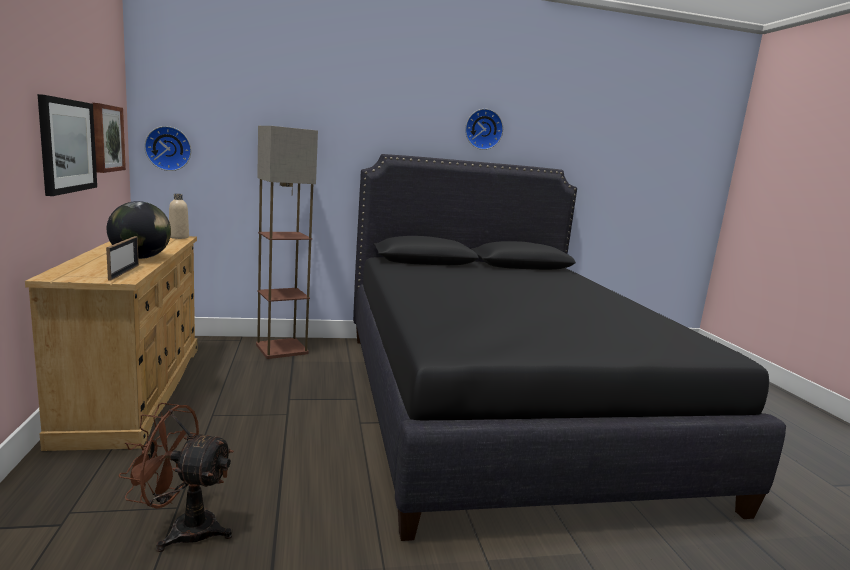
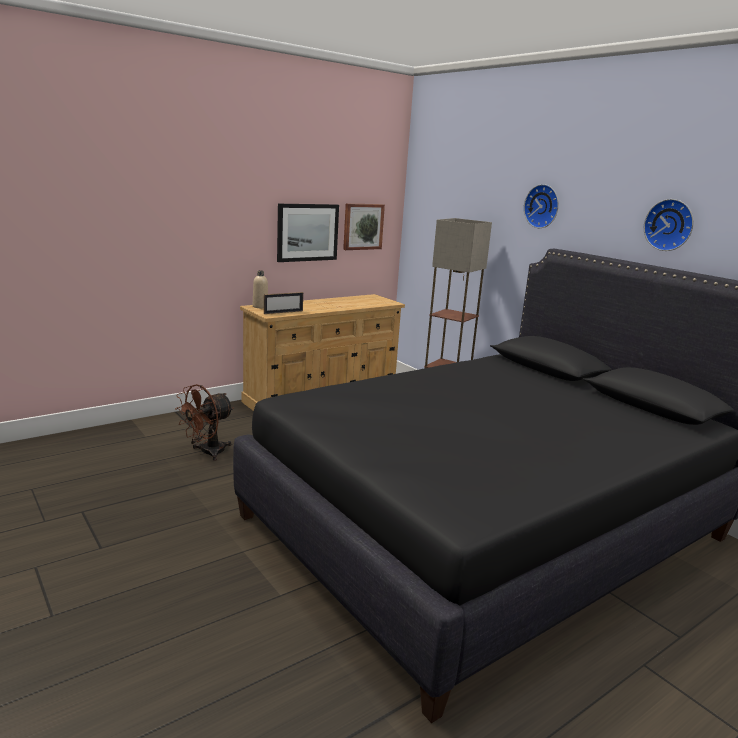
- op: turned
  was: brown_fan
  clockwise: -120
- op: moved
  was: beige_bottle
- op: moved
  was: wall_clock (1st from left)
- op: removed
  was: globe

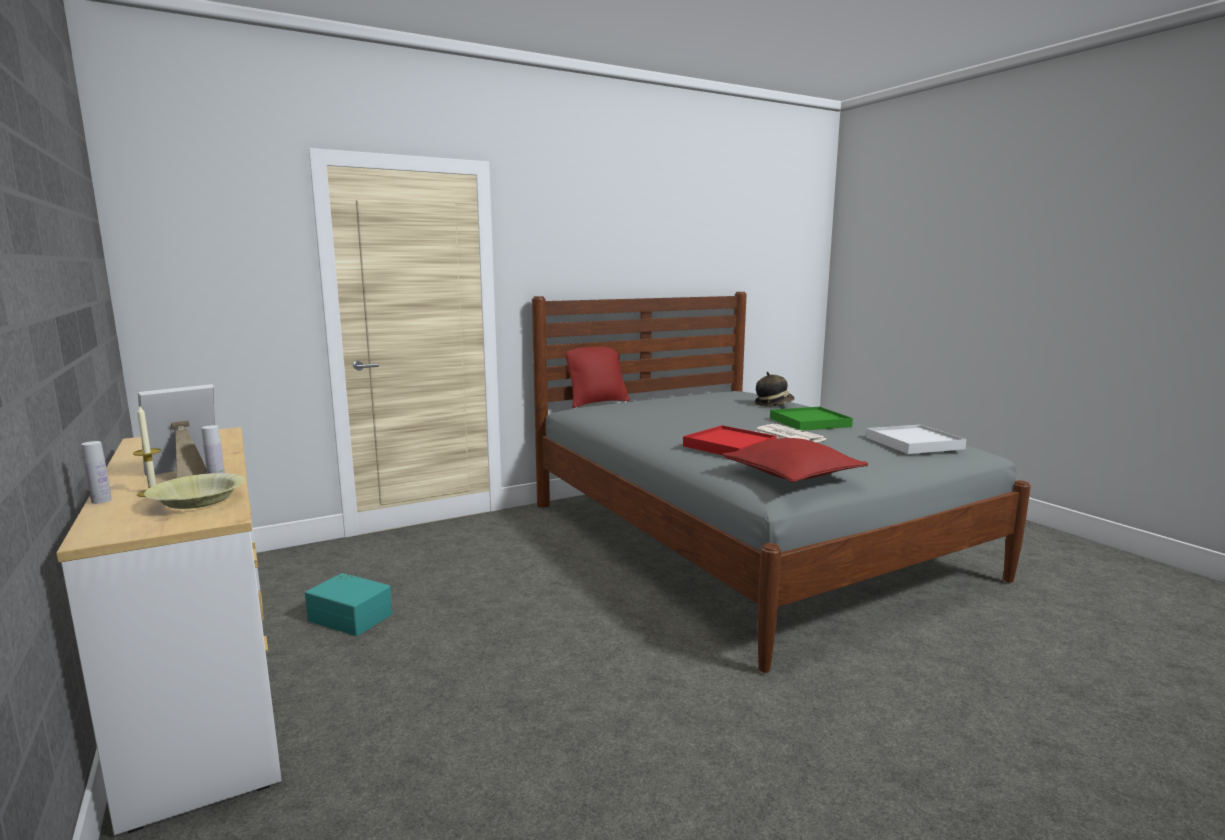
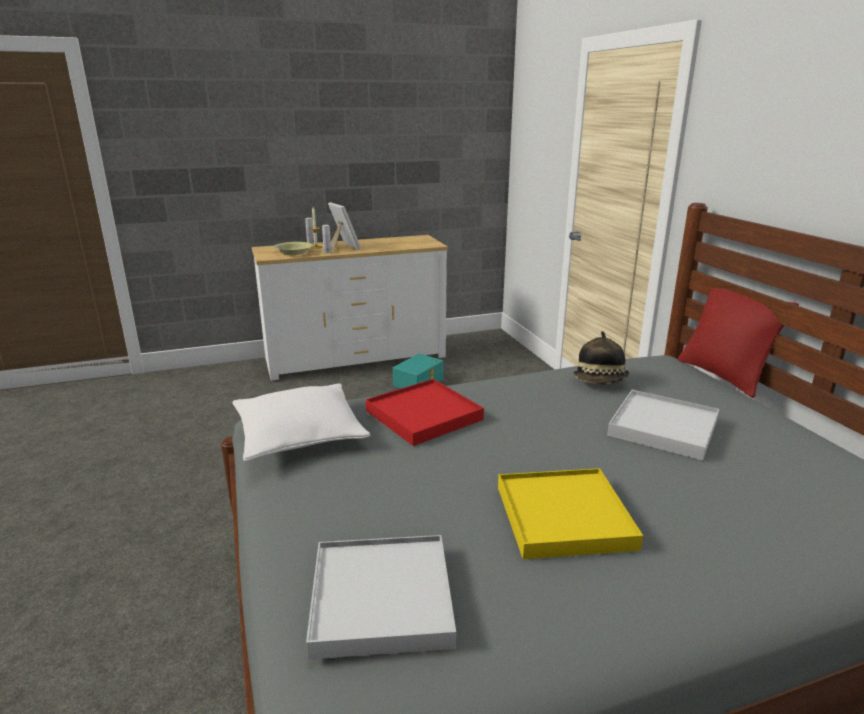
- op: recoloured
  was: red_pillow (2nd from left)
  now: white_pillow
- op: recoloured
  was: green_tray
  now: yellow_tray
- op: moved
  was: hat
- op: added
  now: white_tray (2nd from left)
- op: removed
  was: newspaper

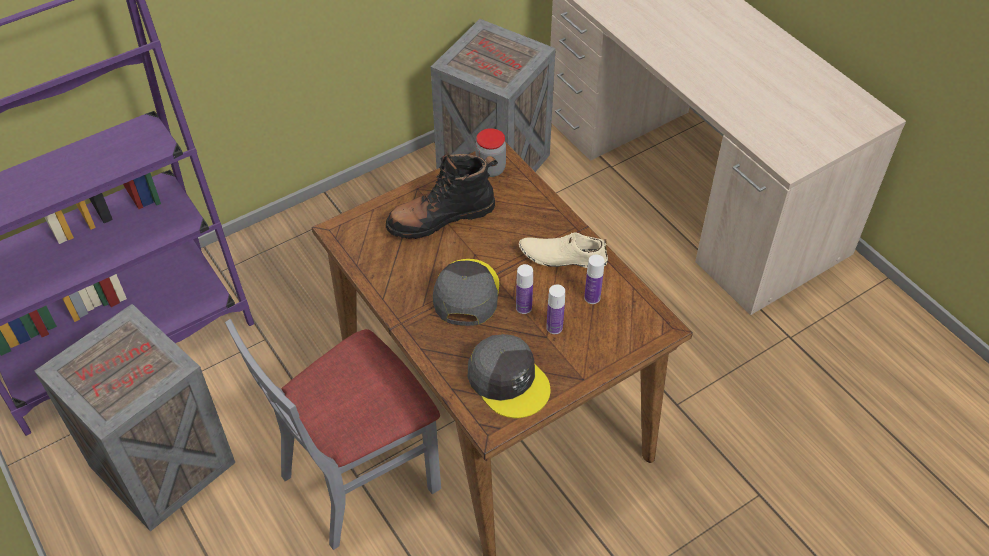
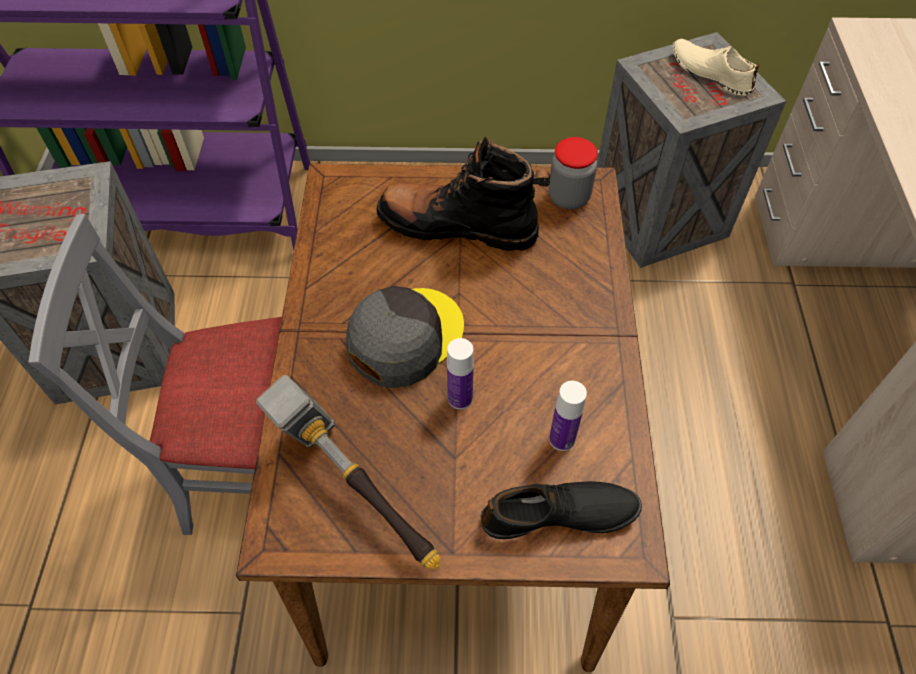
- op: replaced
  was: grey_cap (2nd from left)
  now: hammer
- op: added
  now: black_shoe
- op: moved
  was: beige_shoe
- op: removed
  was: bottle (2nd from left)

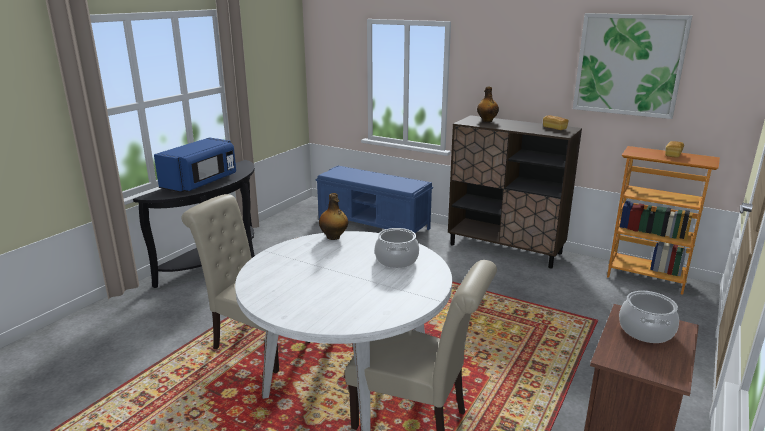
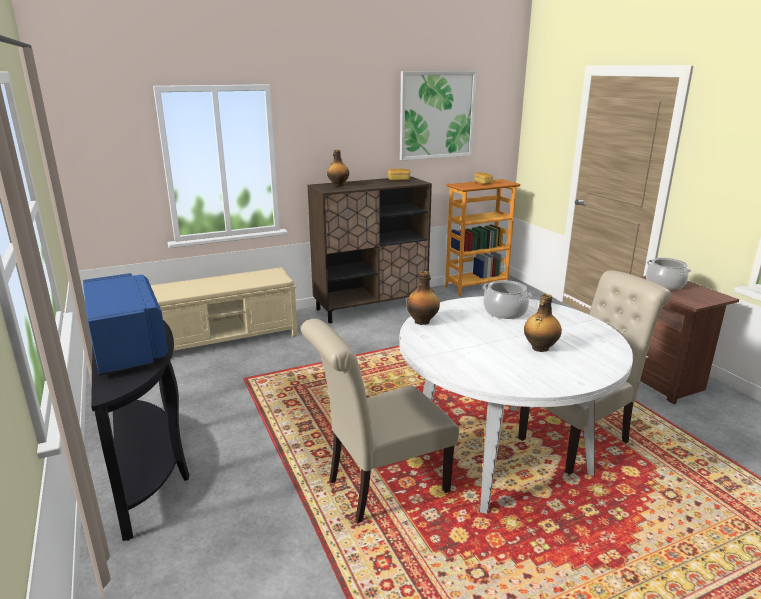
- op: recoloured
  was: blue_bench
  now: beige_bench
- op: added
  now: bottle (3rd from left)

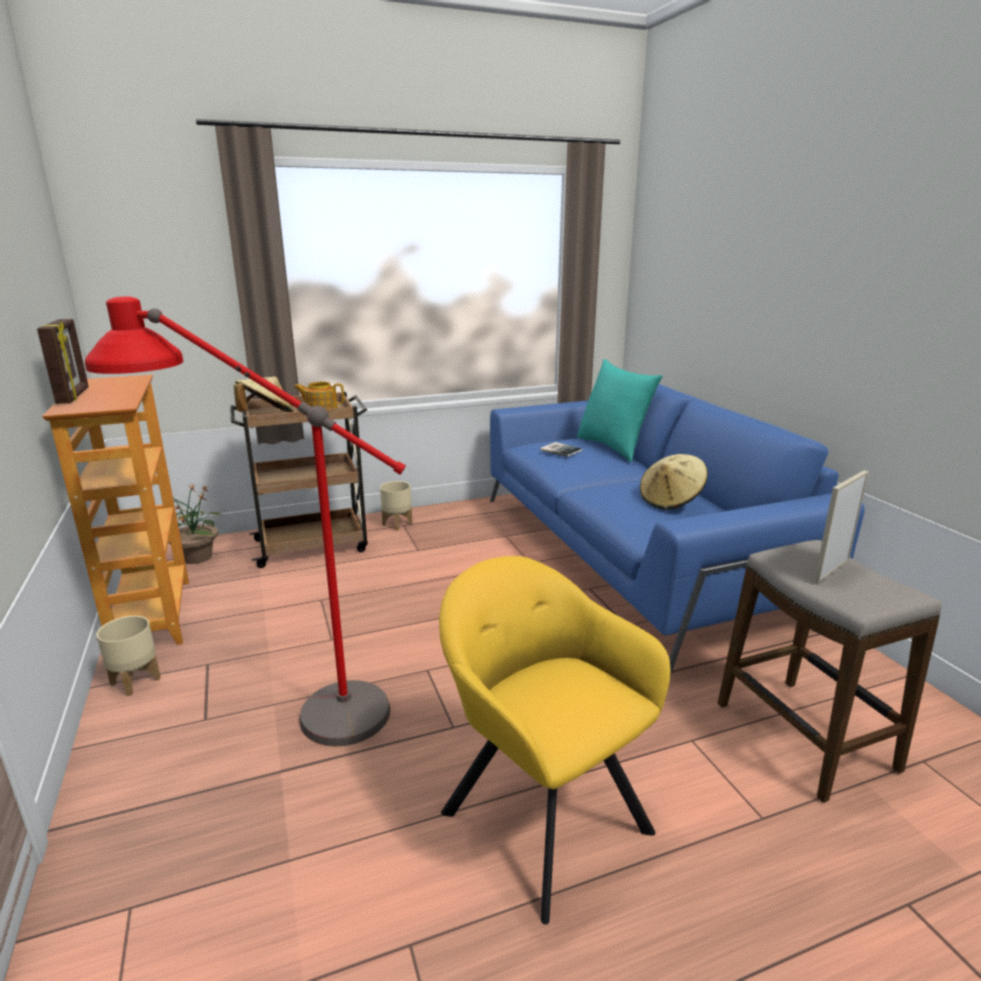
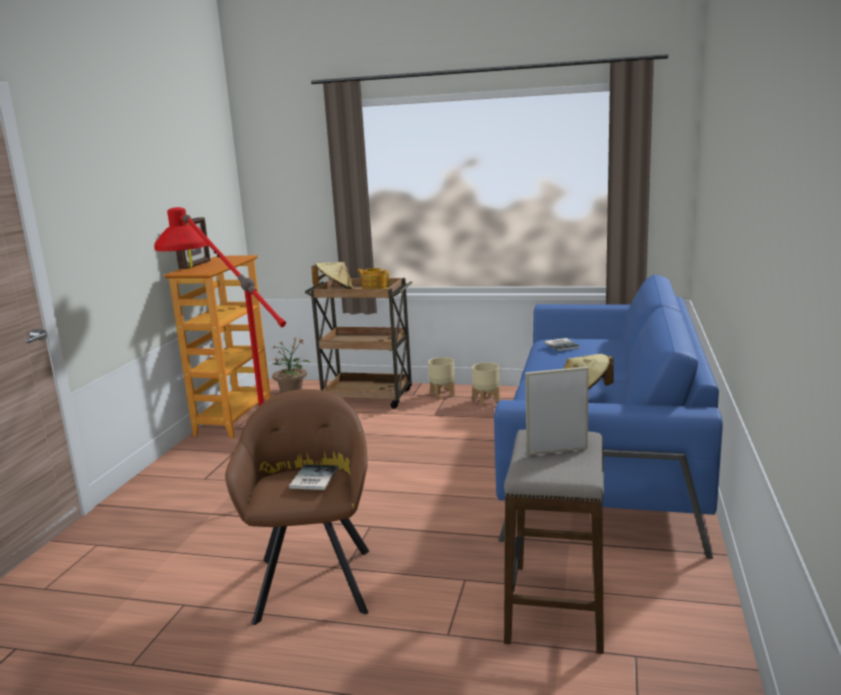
- op: recoloured
  was: yellow_armchair
  now: brown_armchair
- op: added
  now: book (1st from left)
- op: moved
  was: beige_planter (1st from left in the first image)
  now: beige_planter (2nd from left)
- op: removed
  was: turquoise_pillow

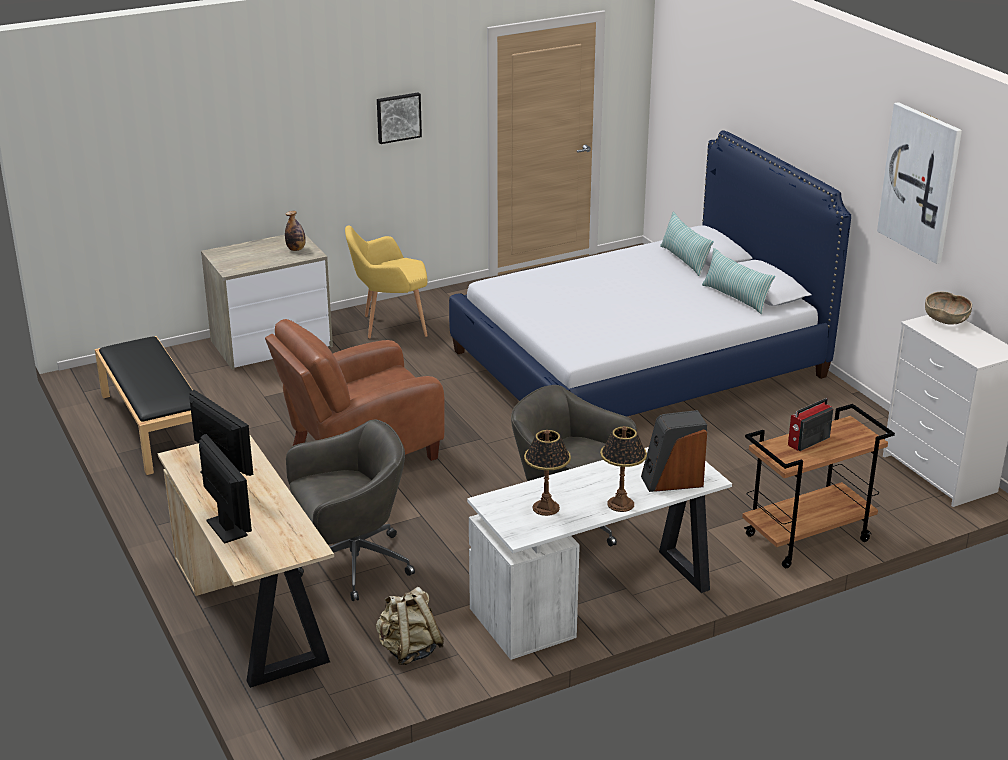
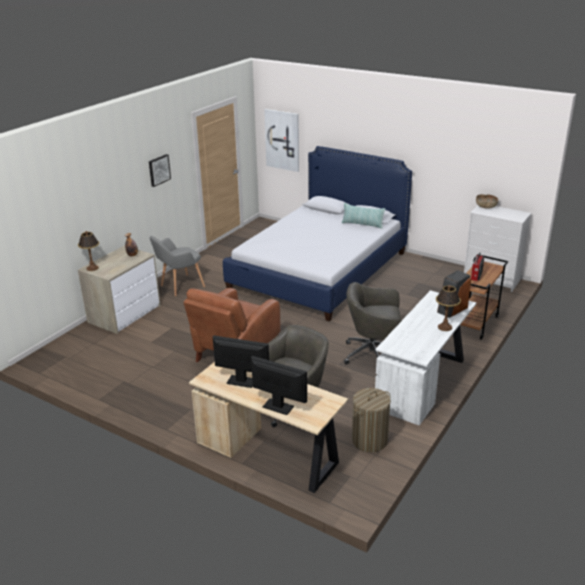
- op: moved
  was: table_lamp (1st from left)
- op: recoloured
  was: yellow_armchair
  now: grey_armchair
- op: moved
  was: picture (2nd from left)
- op: replaced
  was: beige_backpack
  now: laundry_basket
- op: removed
  was: black_bench
- op: removed
  was: pillow (1st from left)

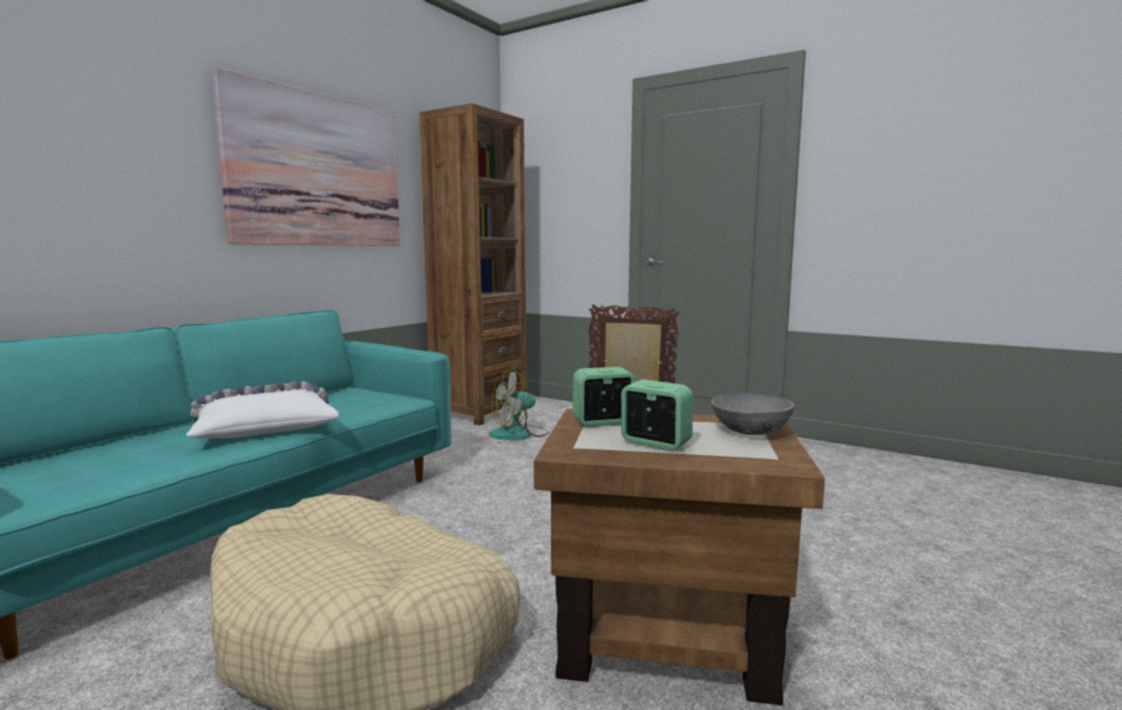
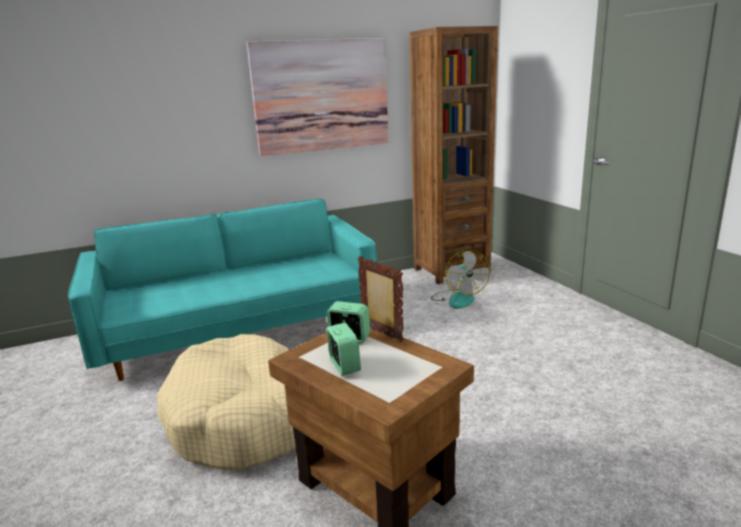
- op: turned
  was: fan
  clockwise: -105
- op: removed
  was: white_pillow
- op: removed
  was: grey_bowl

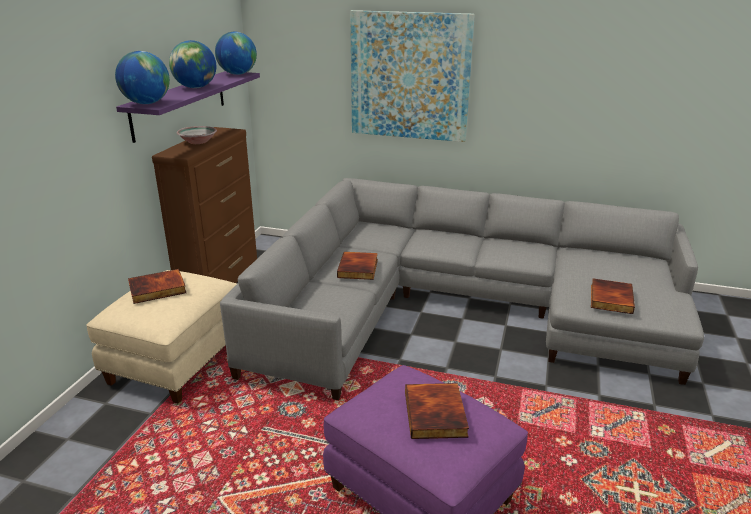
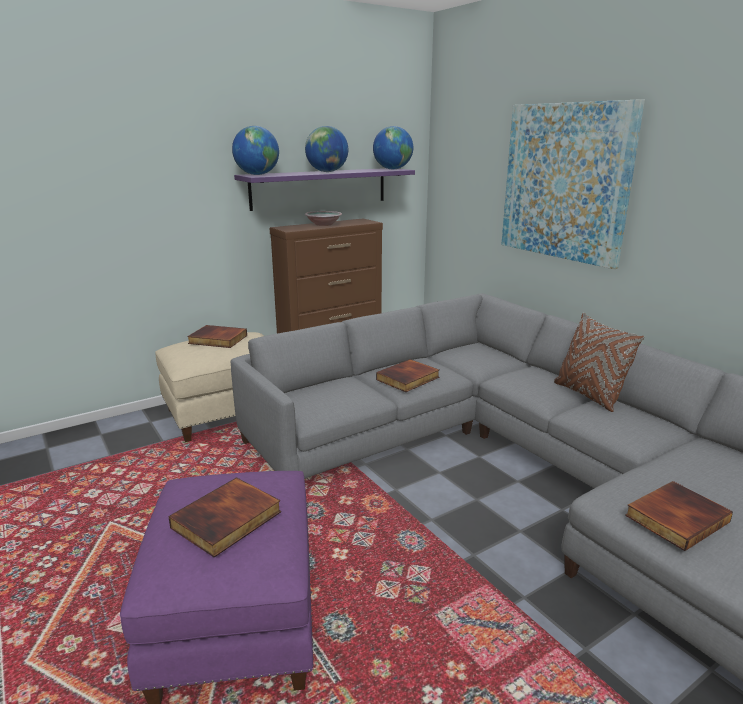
- op: added
  now: brown_pillow

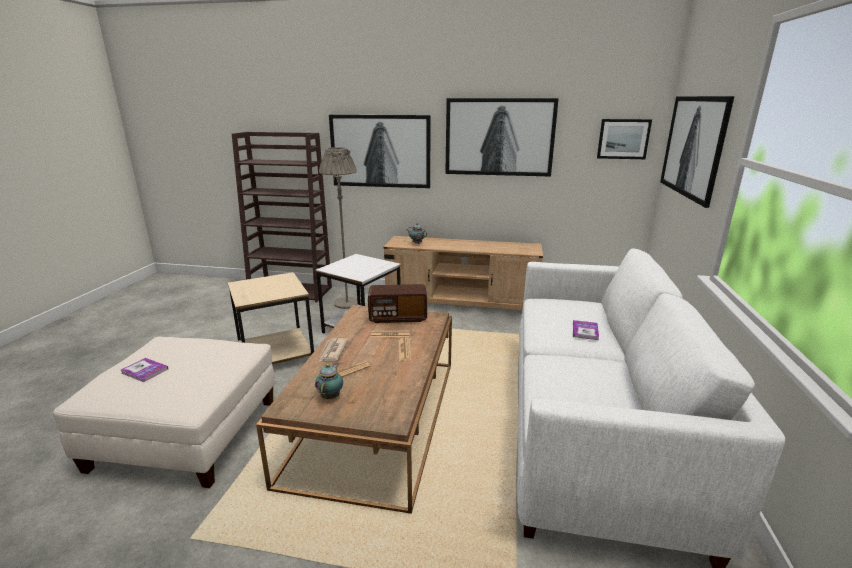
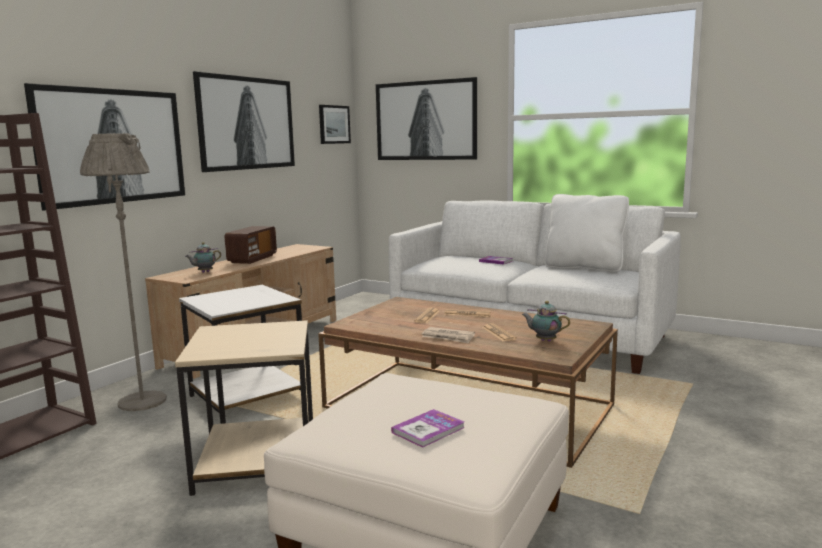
- op: moved
  was: radio
- op: added
  now: white_pillow

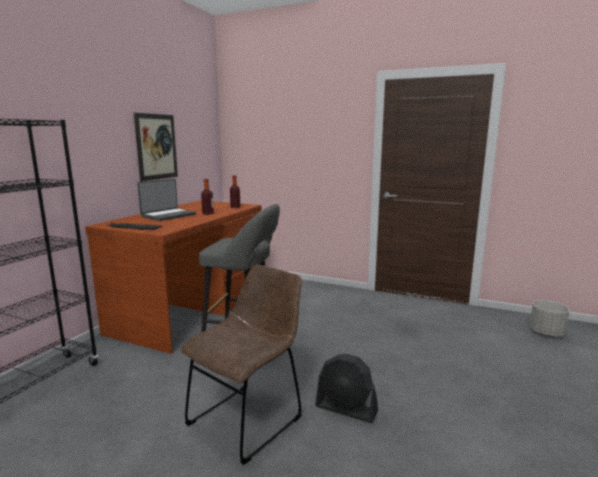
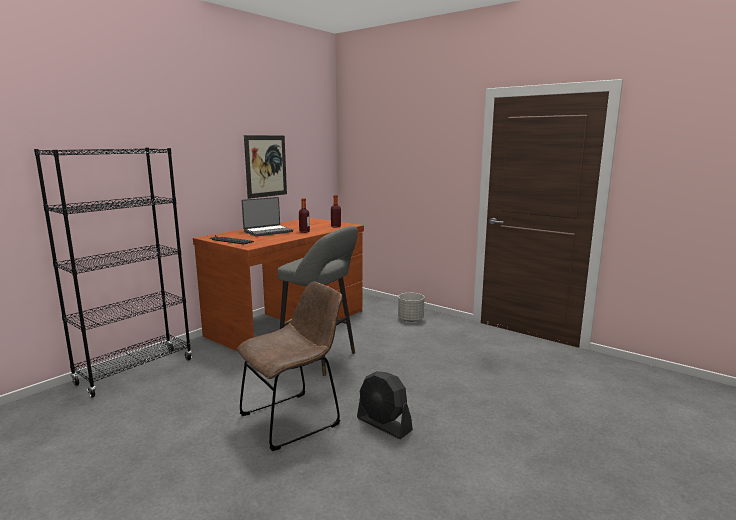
- op: moved
  was: grey_planter

